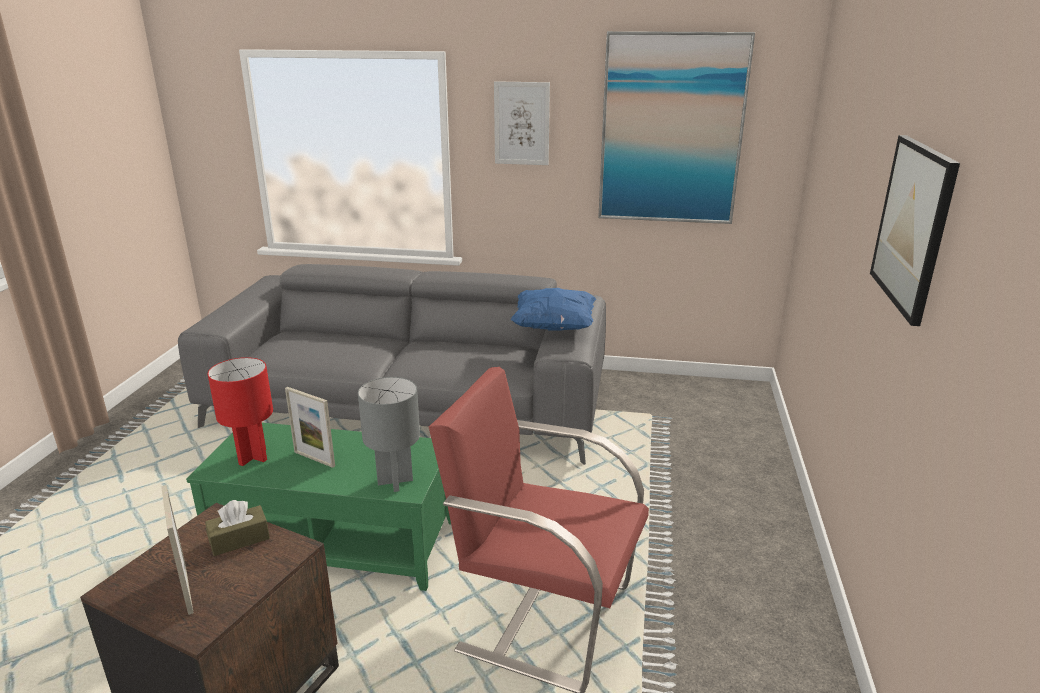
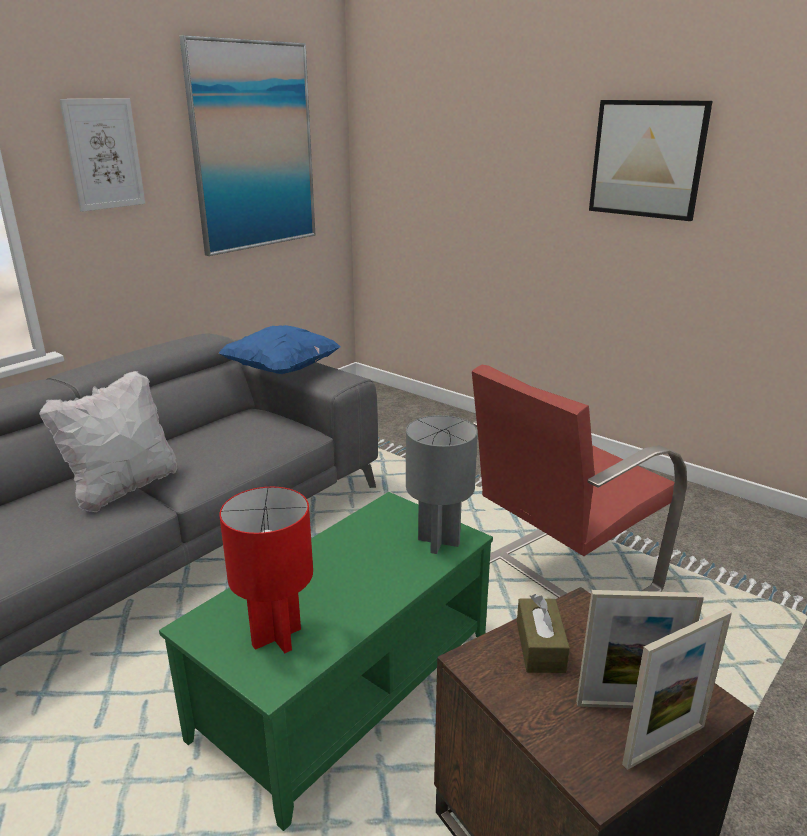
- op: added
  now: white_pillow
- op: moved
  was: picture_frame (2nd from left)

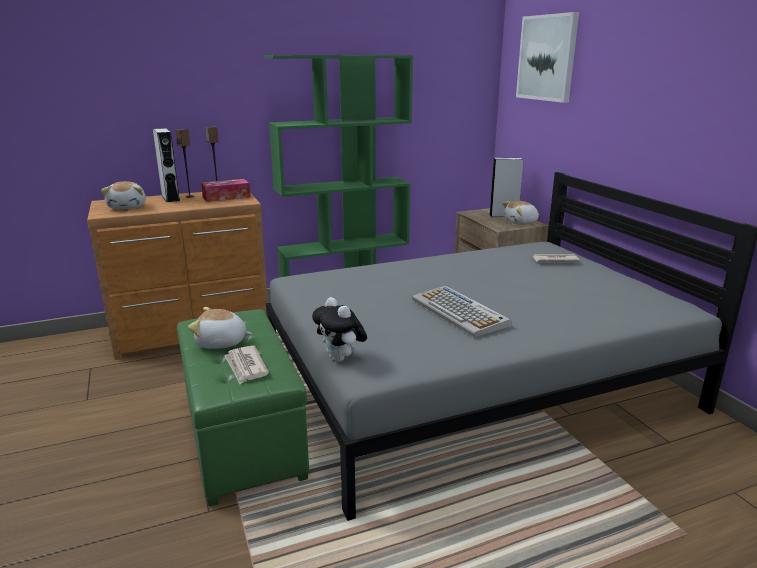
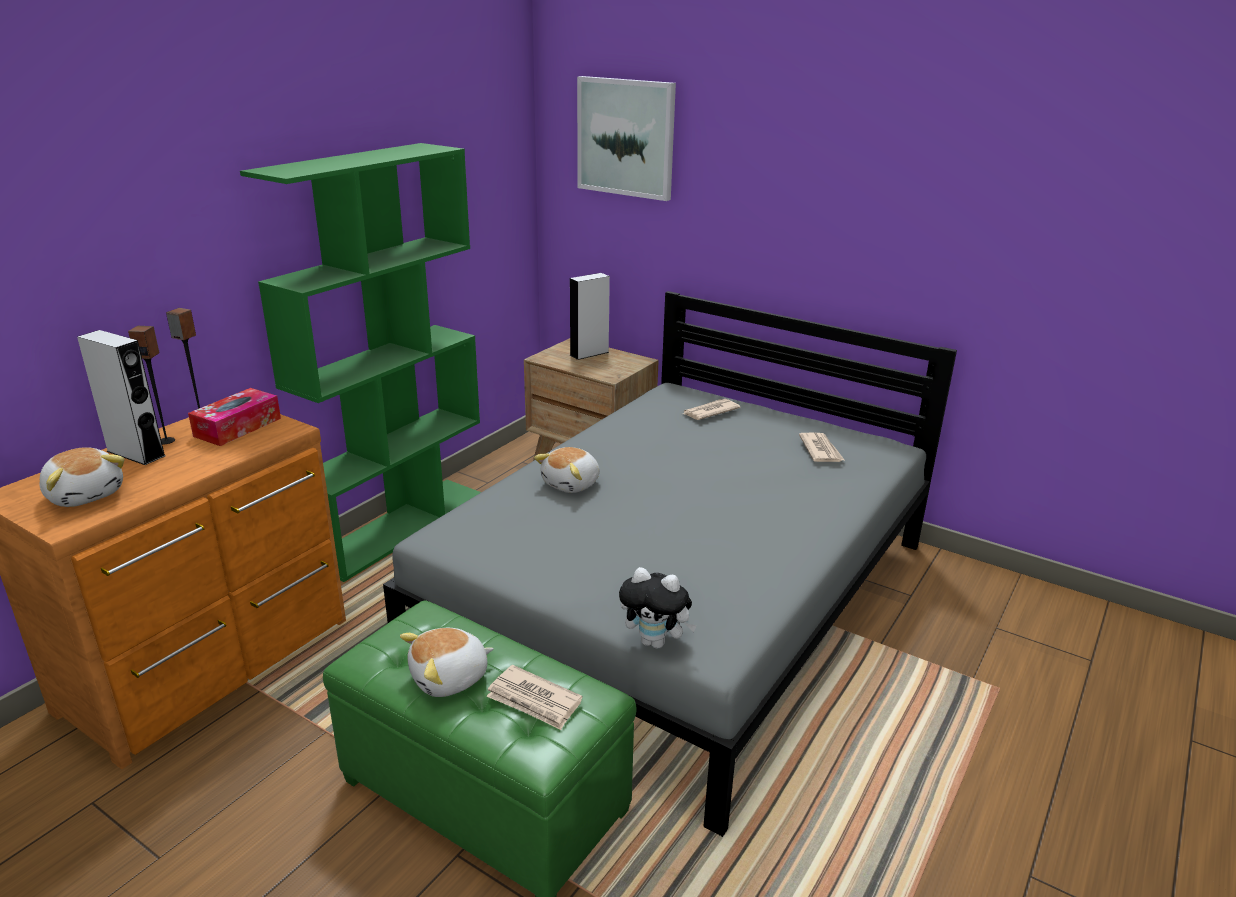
- op: moved
  was: plush_toy (4th from left in the first image)
  now: plush_toy (3rd from left)
- op: added
  now: newspaper (3rd from left)
- op: removed
  was: keyboard

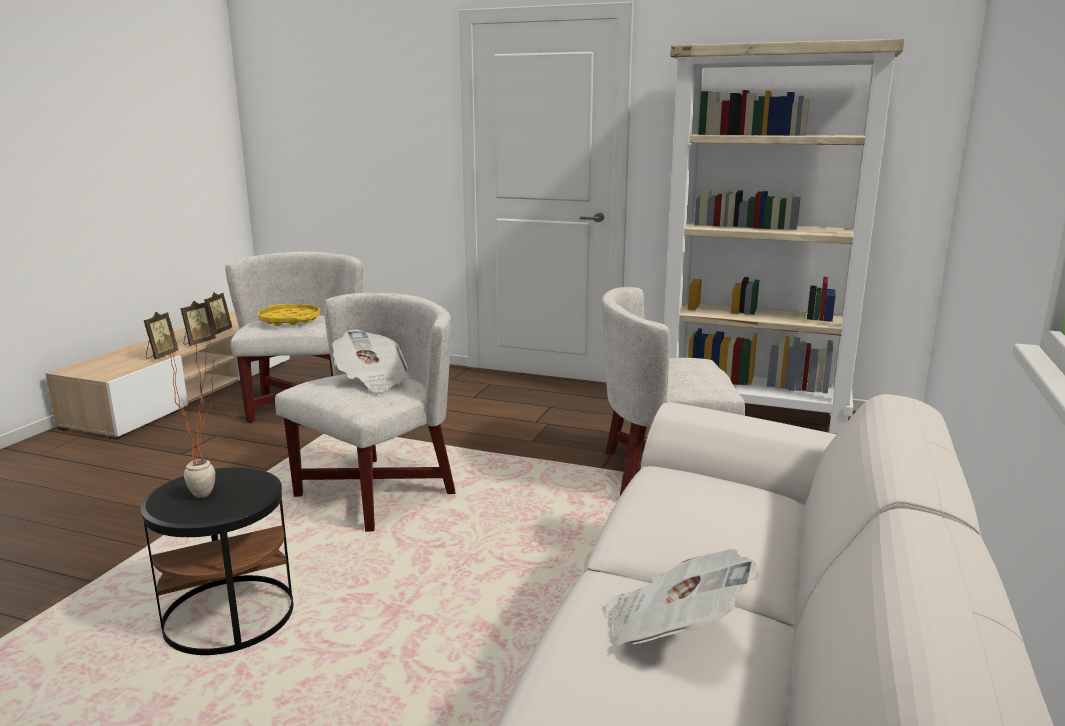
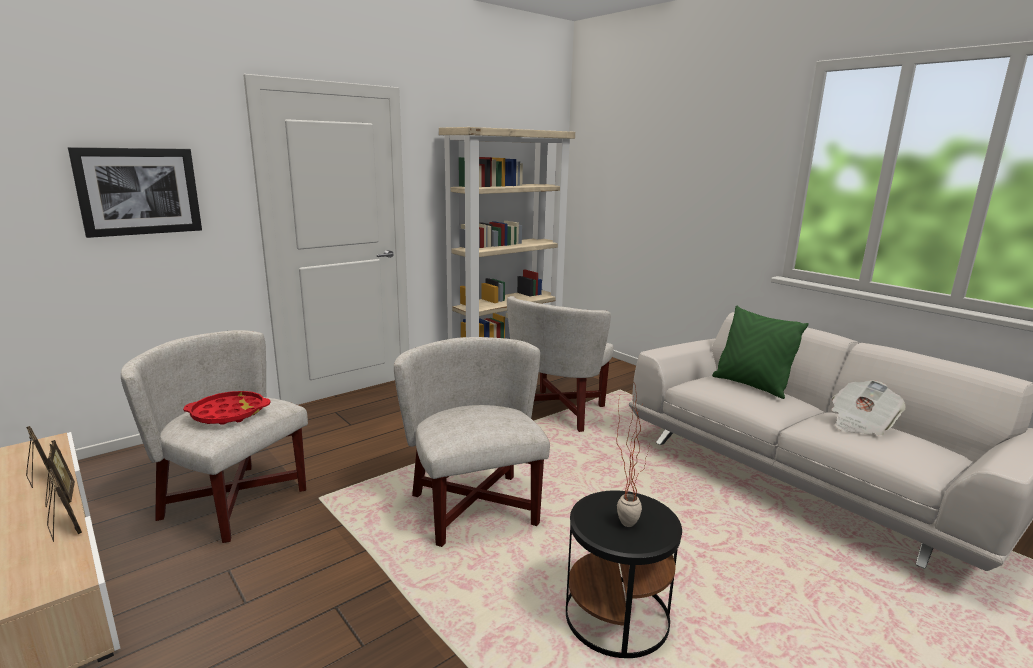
- op: added
  now: picture
- op: recoloured
  was: yellow_tray
  now: red_tray
- op: added
  now: green_pillow
- op: removed
  was: newspaper (1st from left)

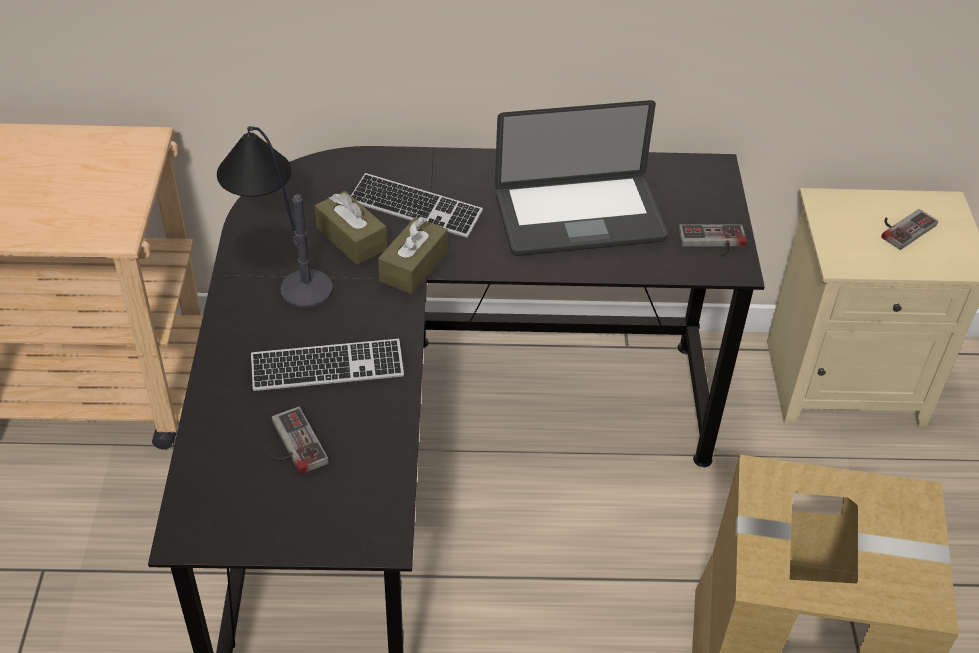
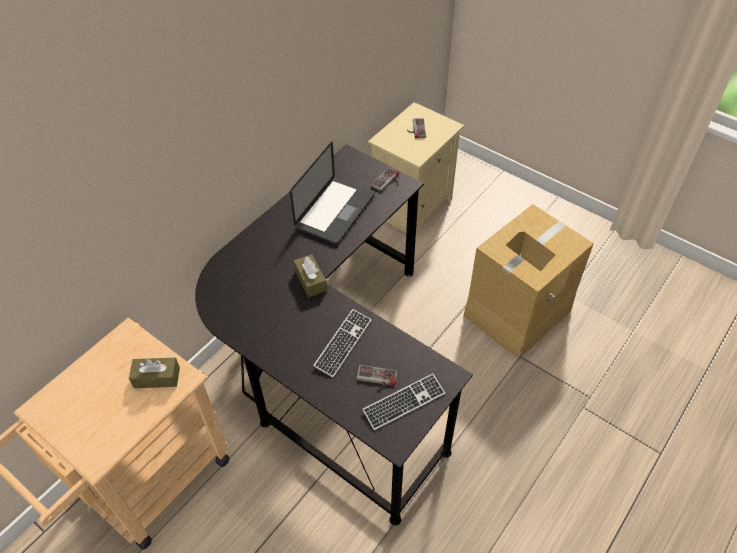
- op: moved
  was: brown_tissue_box (1st from left)
- op: moved
  was: keyboard (2nd from left)
- op: removed
  was: table_lamp

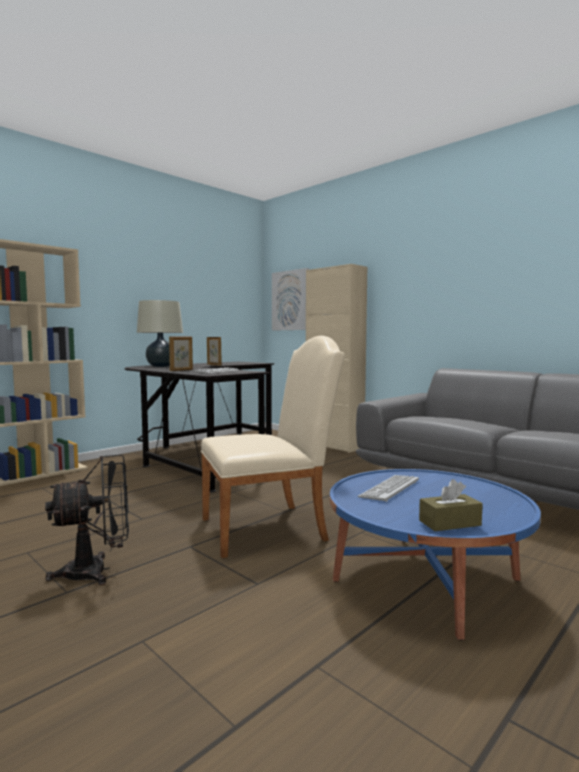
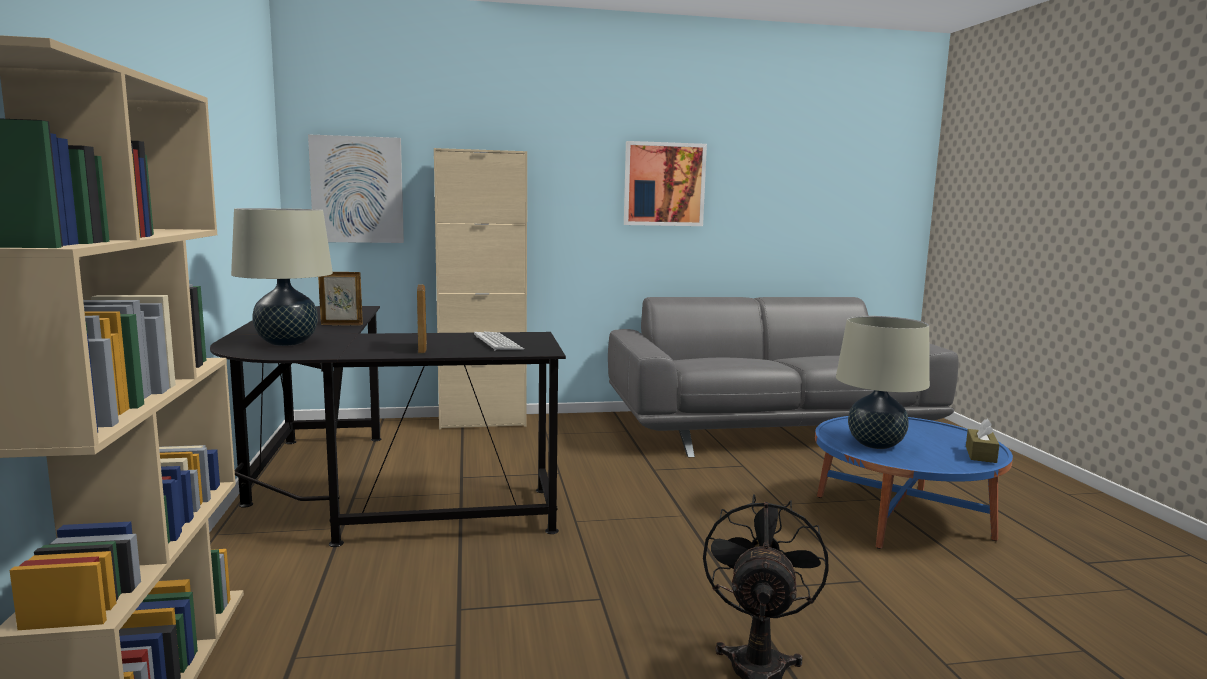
- op: added
  now: picture (2nd from left)
- op: replaced
  was: keyboard (2nd from left)
  now: beige_table_lamp (2nd from left)
- op: removed
  was: beige_chair

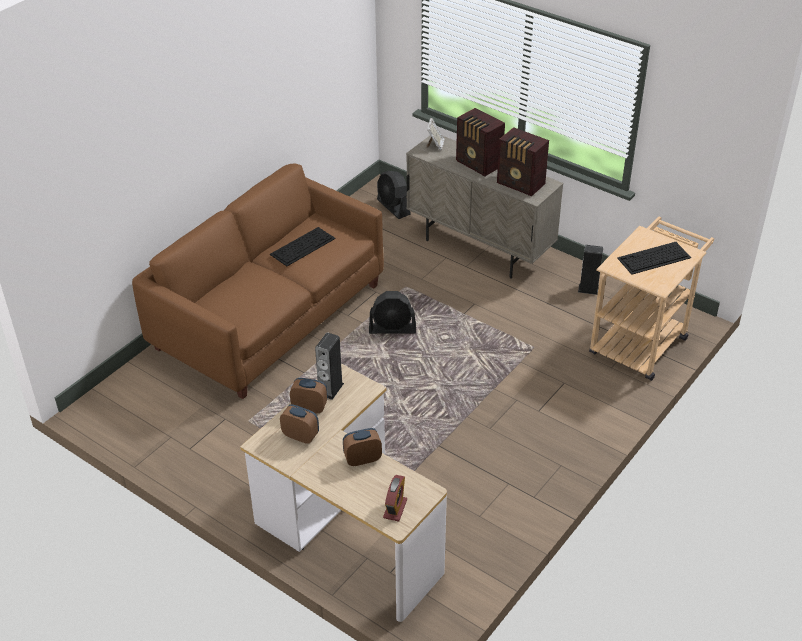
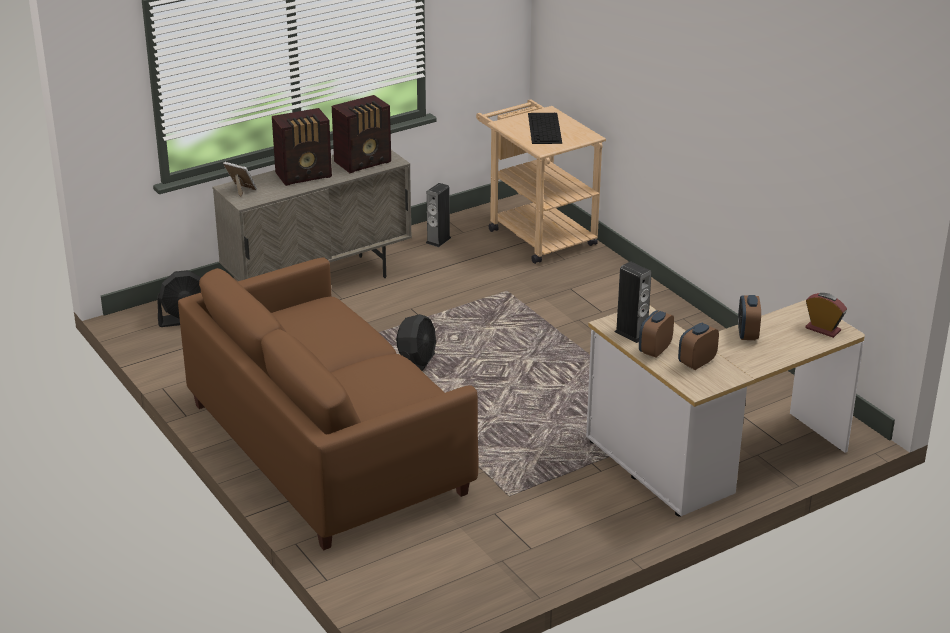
- op: removed
  was: keyboard (1st from left)

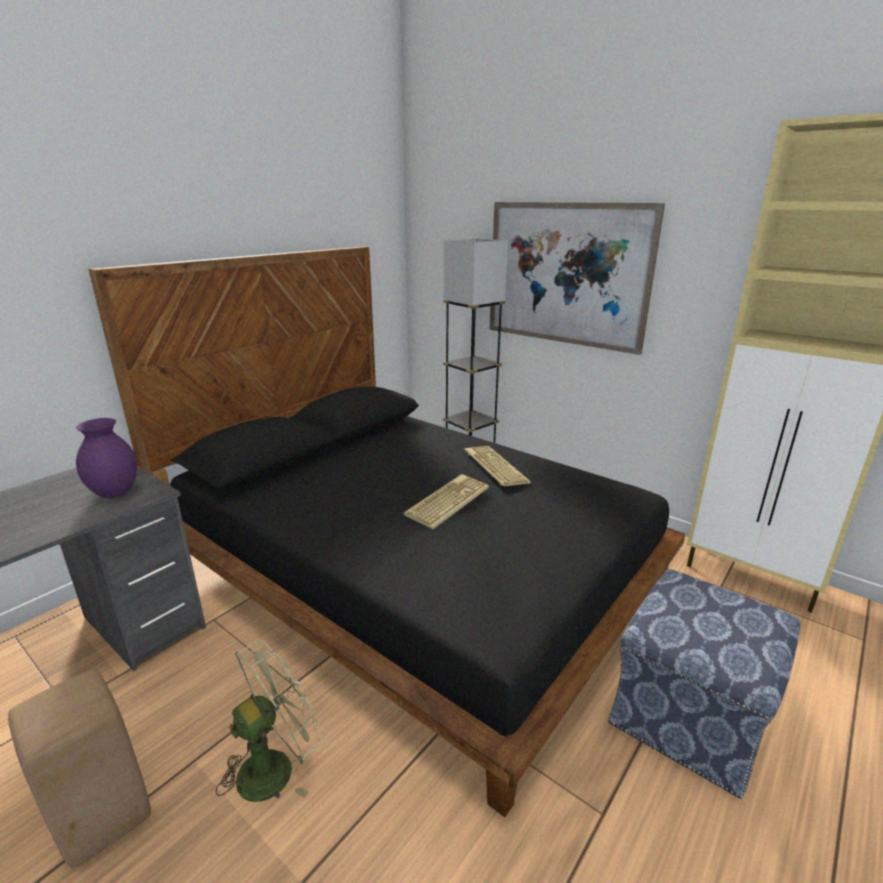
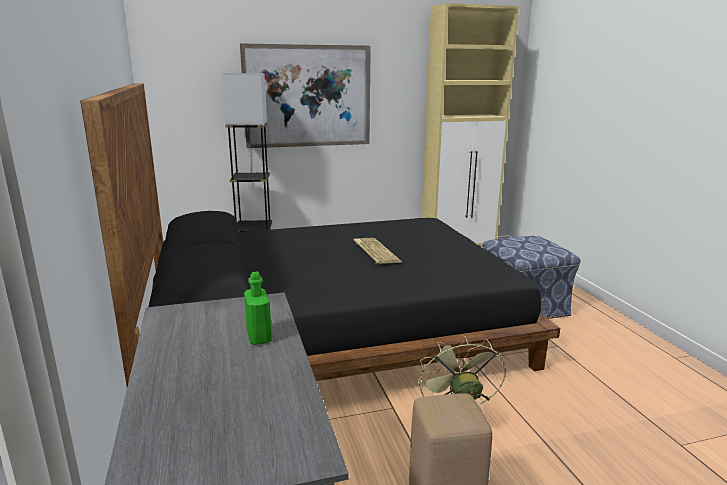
- op: added
  now: green_bottle
- op: removed
  was: purple_vase
- op: removed
  was: keyboard (2nd from left)

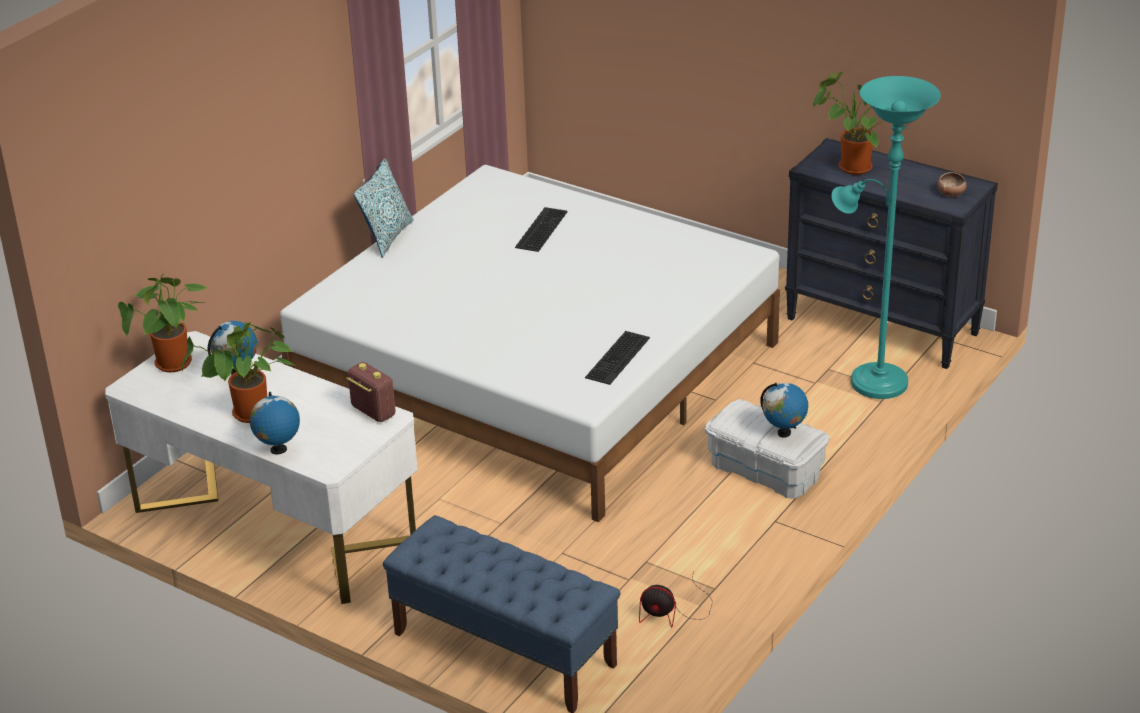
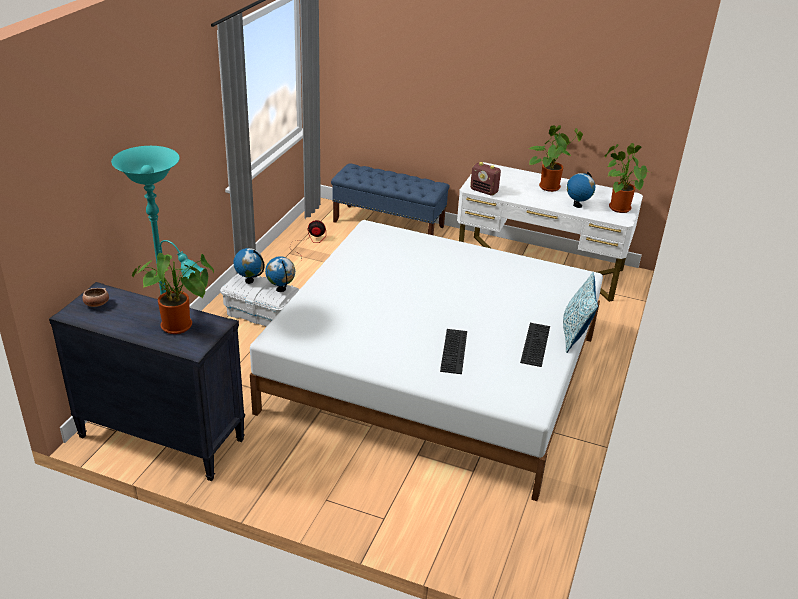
- op: moved
  was: globe (2nd from left)
- op: moved
  was: keyboard (2nd from left)

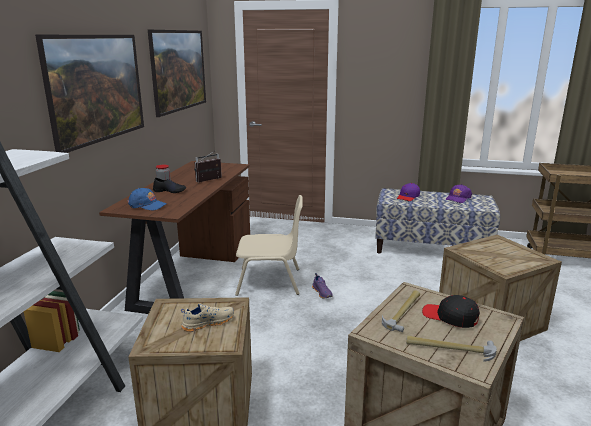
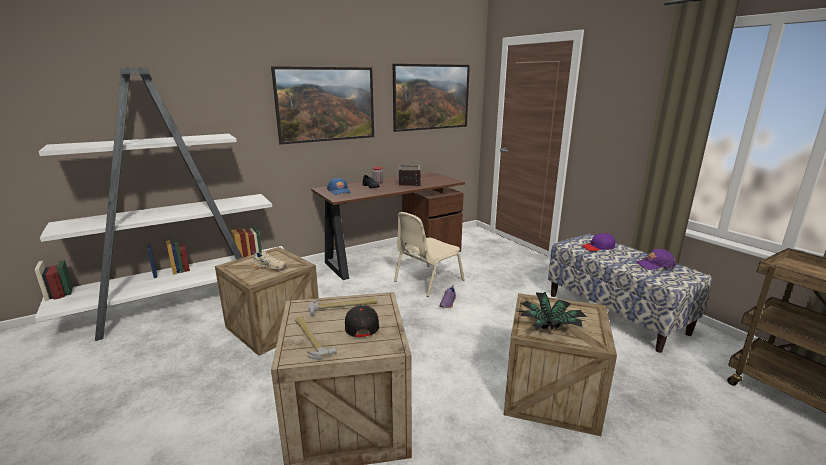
- op: turned
  was: beige_chair
  clockwise: 90
- op: added
  now: potted_plant

